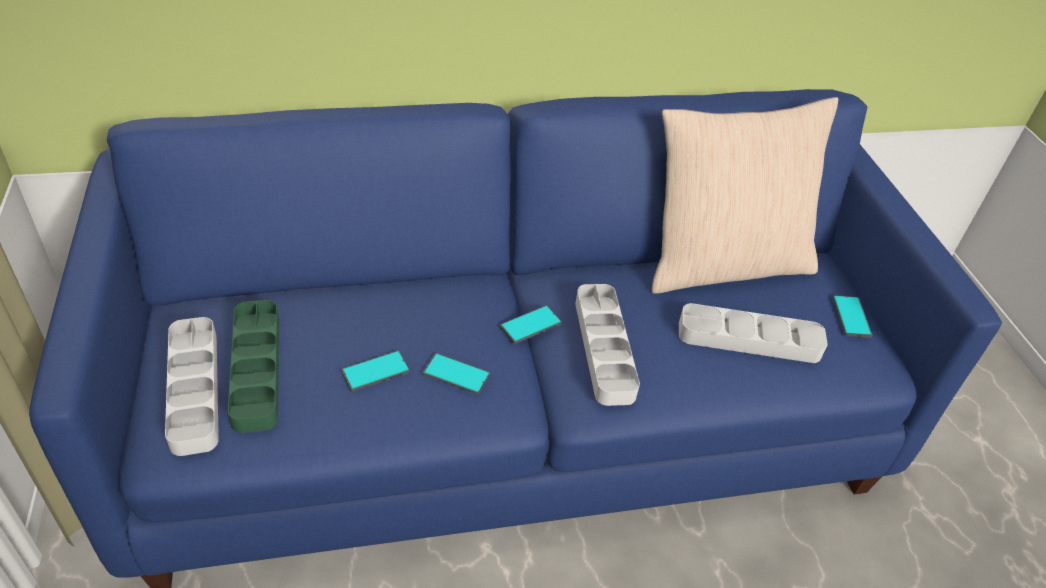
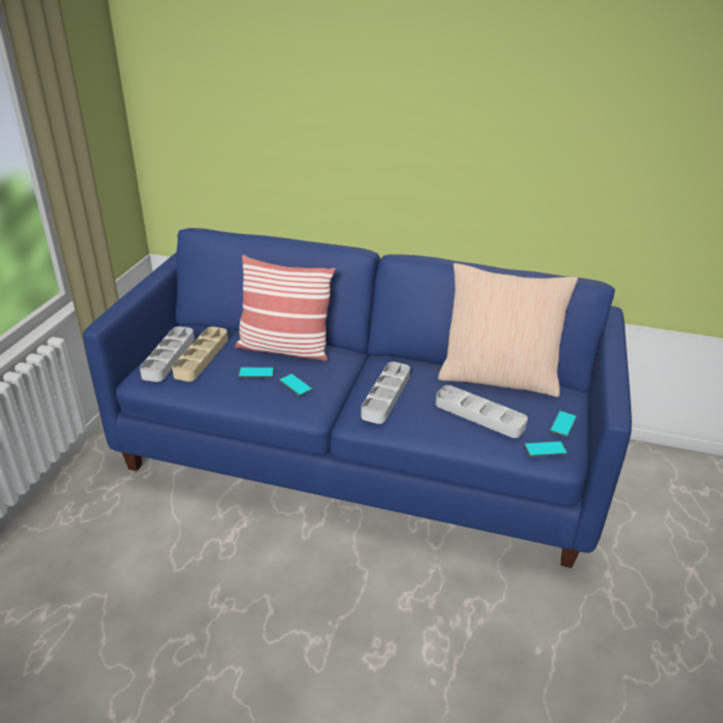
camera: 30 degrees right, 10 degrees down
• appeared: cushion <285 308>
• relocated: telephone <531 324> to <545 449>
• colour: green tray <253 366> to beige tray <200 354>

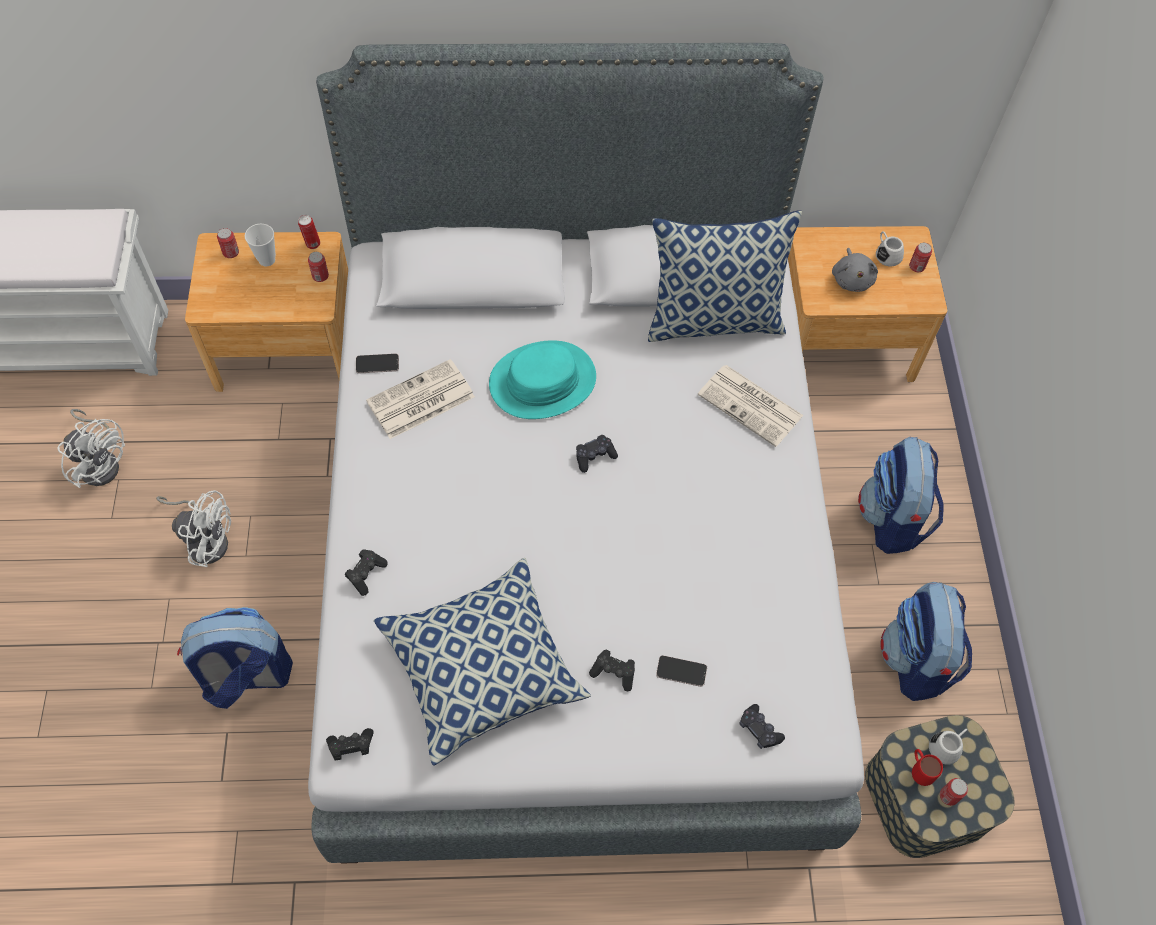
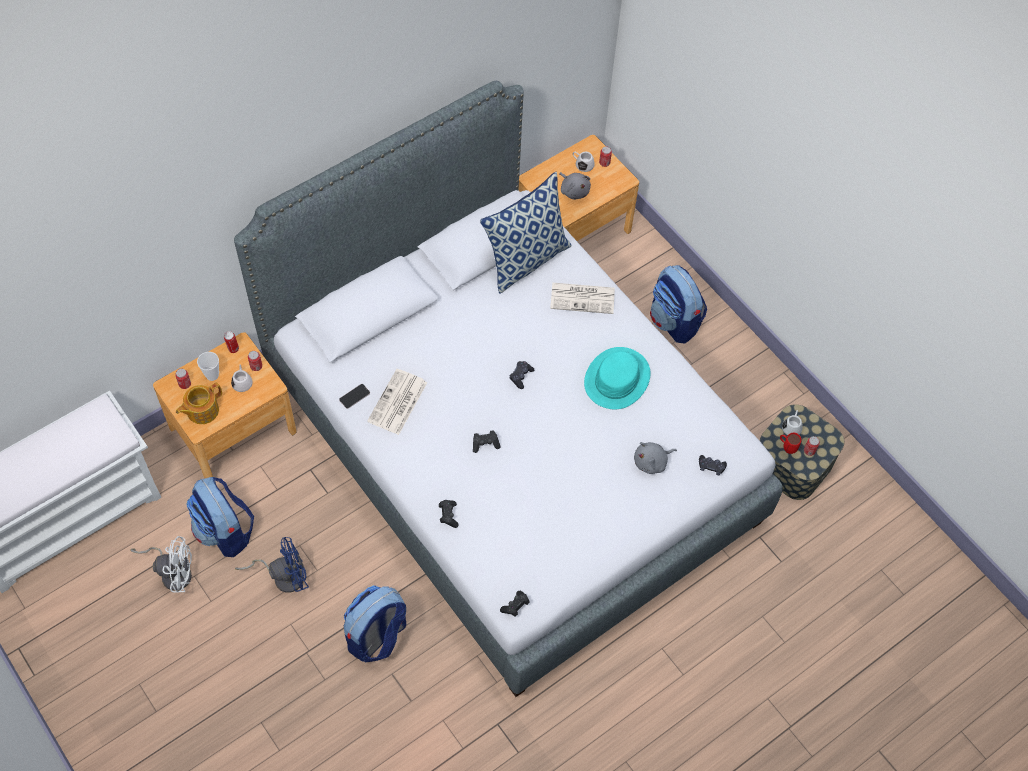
camera: 35 degrees left, 0 degrees up
• missing: cushion <482 662>
• appeared: pot for tea <199 403>
• appeared: white-coloured mug <242 378>
• relocated: blue-green clothing hat <542 379> to <617 378>
• relocated: black game controller <612 670> to <487 442>
• relocated: backpack <926 641> to <220 517>
• exchanged: telephone <681 671> to grey cuddly toy <655 458>
• colour: white-coloured electric fan <193 528> to blue electric fan <272 565>

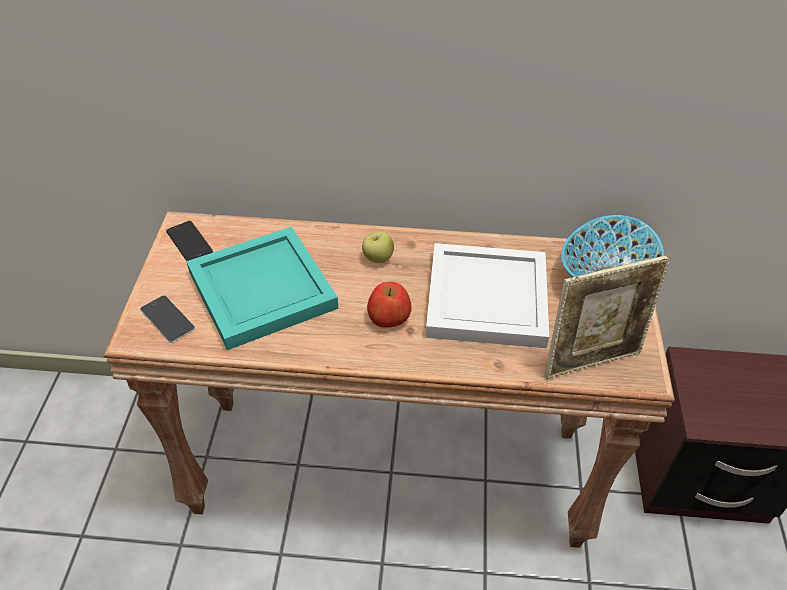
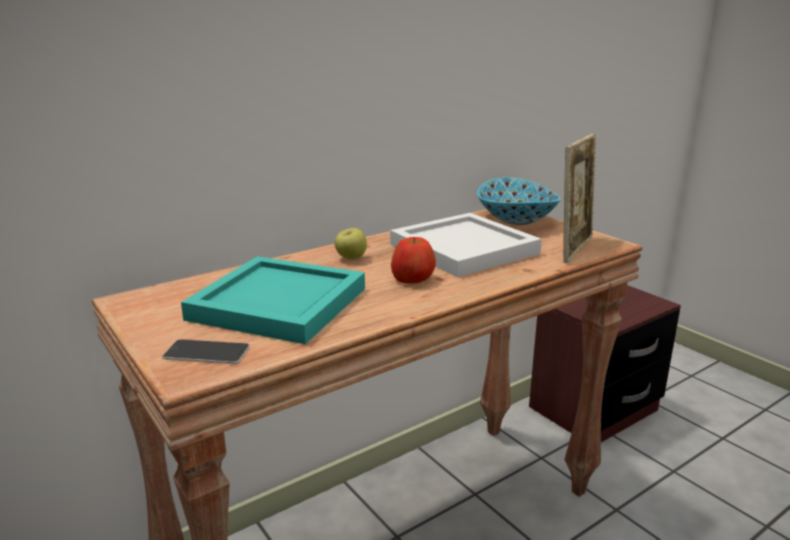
camera: 40 degrees left, 25 degrees down
• missing: telephone <189 241>

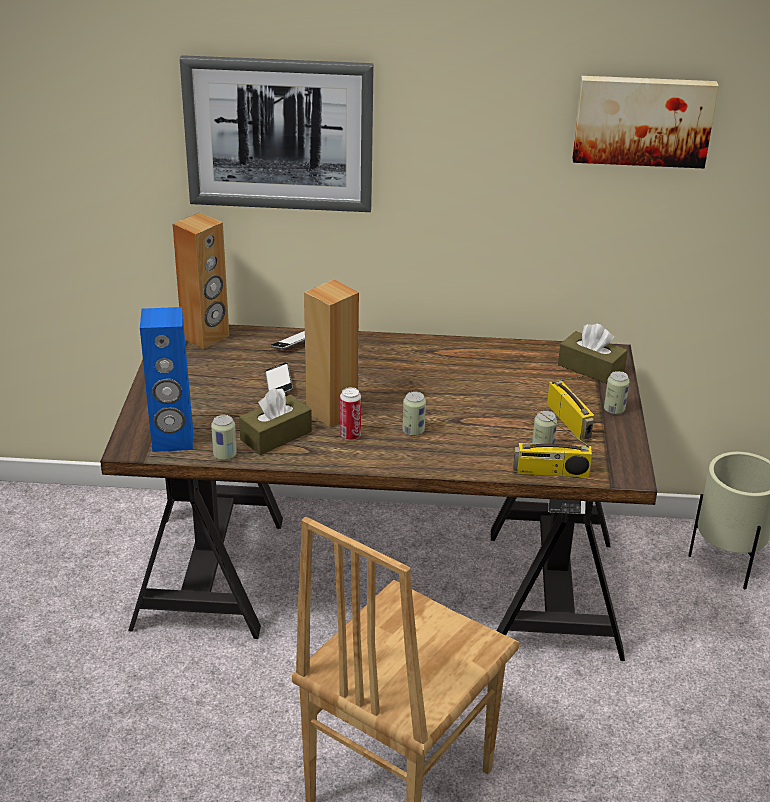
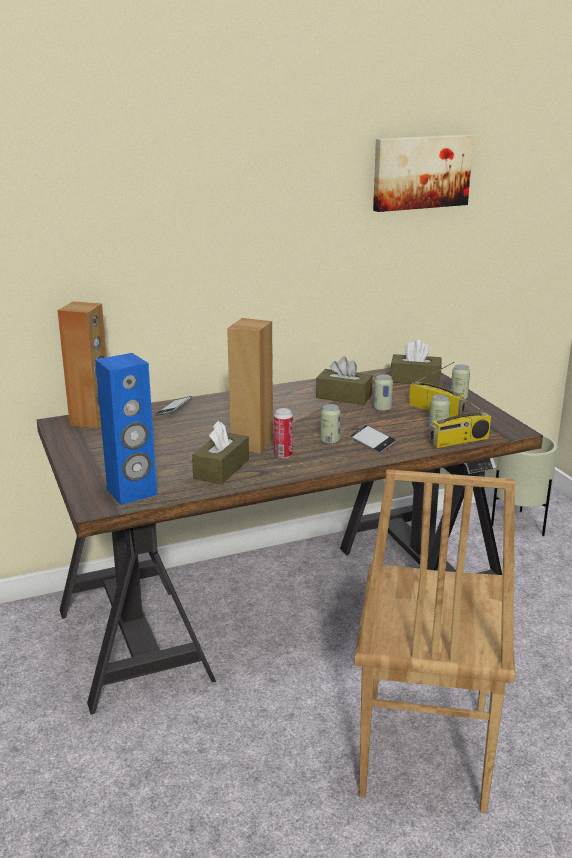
camera: 25 degrees left, 10 degrees down
• missing: wall art <277 133>
• appeared: brown tissue holder <344 380>
• relocated: can <224 437> to <383 393>
• relocated: telephone <279 377> to <373 439>

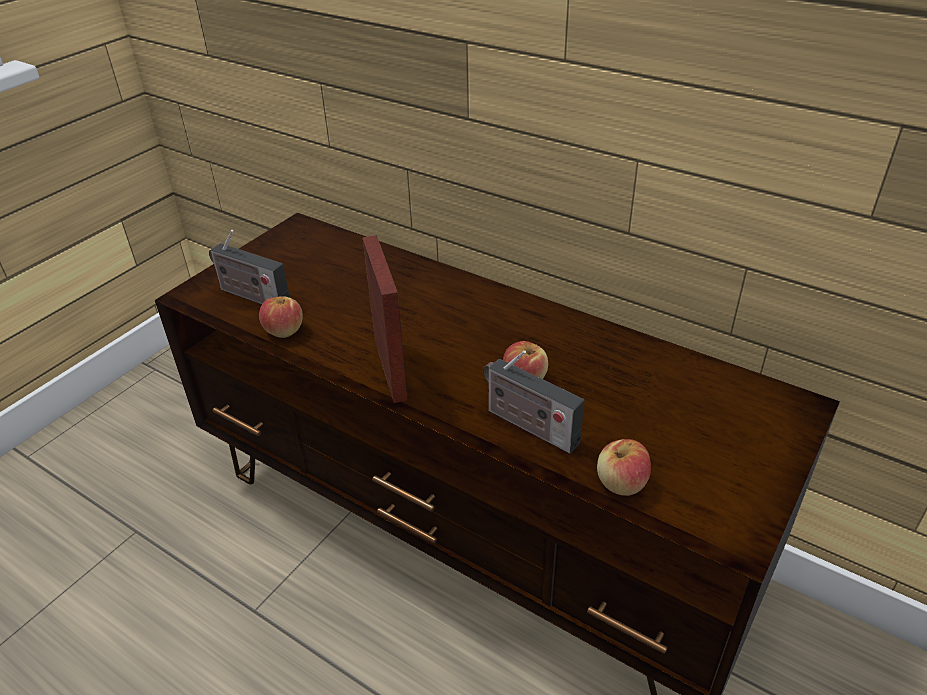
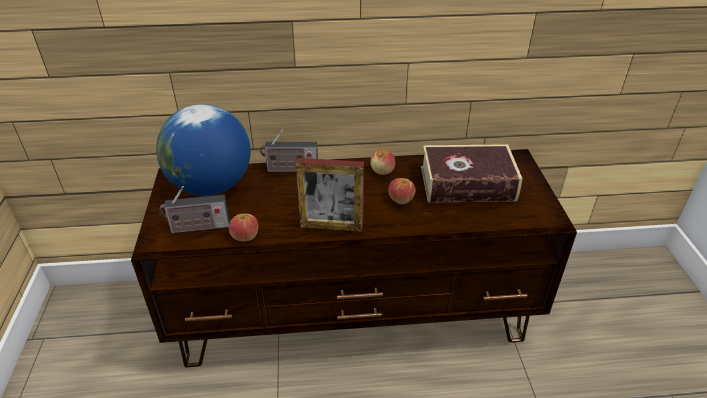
camera: 40 degrees left, 0 degrees up
• appeared: desk globe <203 150>
• appeared: bound book <472 173>
• relocated: radio <533 402> to <289 151>
• relocated: apple <624 467> to <382 162>
• spun: photo frame <385 319> = <329 195> 150 degrees clockwise

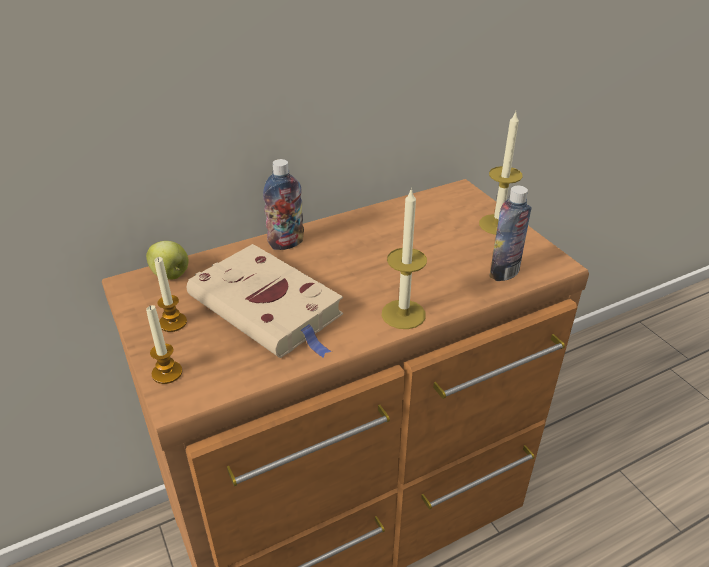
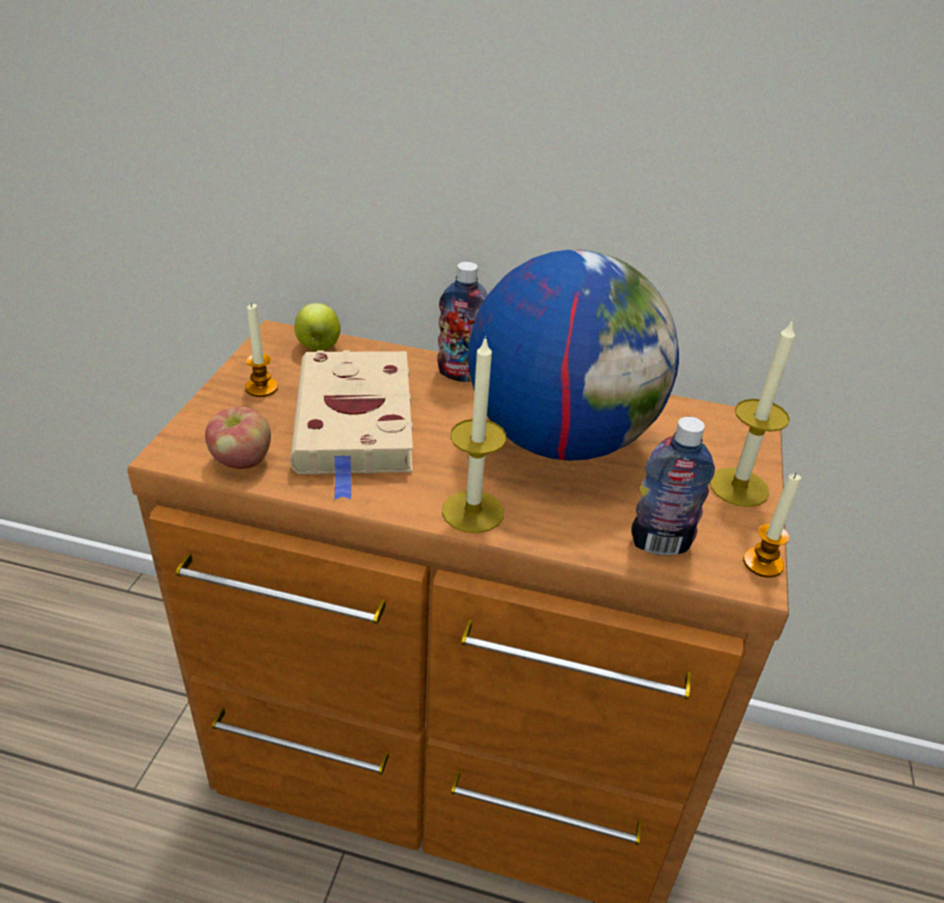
camera: 40 degrees right, 0 degrees up
• appeared: apple <238 437>
• appeared: desk globe <573 355>
• relocated: wax light <164 344> to <772 526>

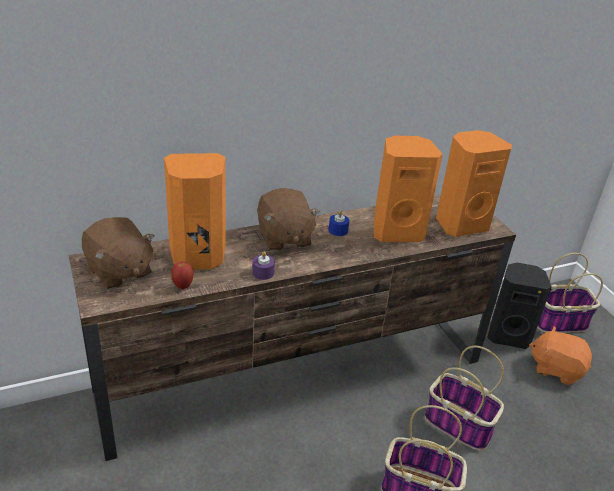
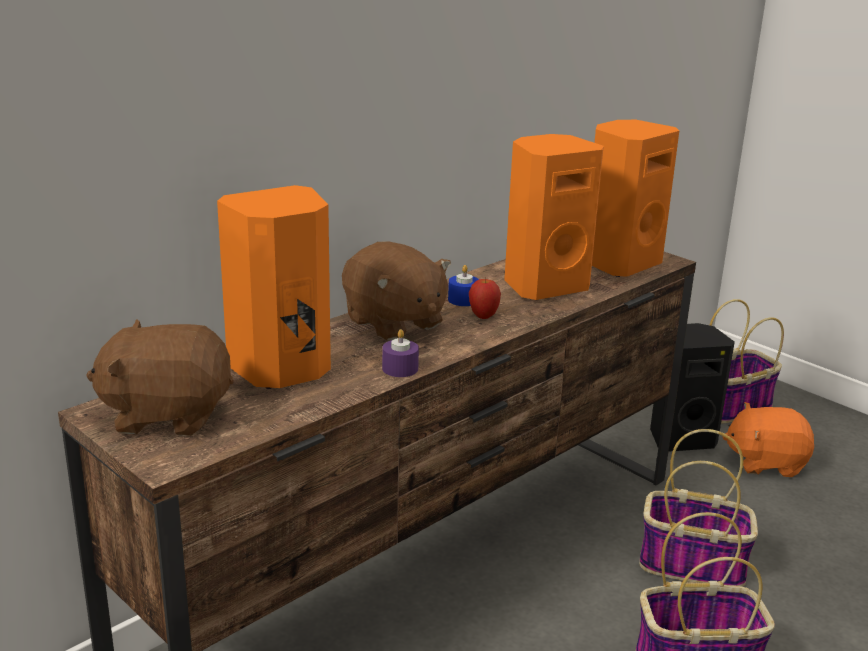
camera: 20 degrees left, 10 degrees down
• relocated: apple <182 275> to <485 298>
• spun: brown cuddly toy <118 253> = <159 377> 150 degrees clockwise

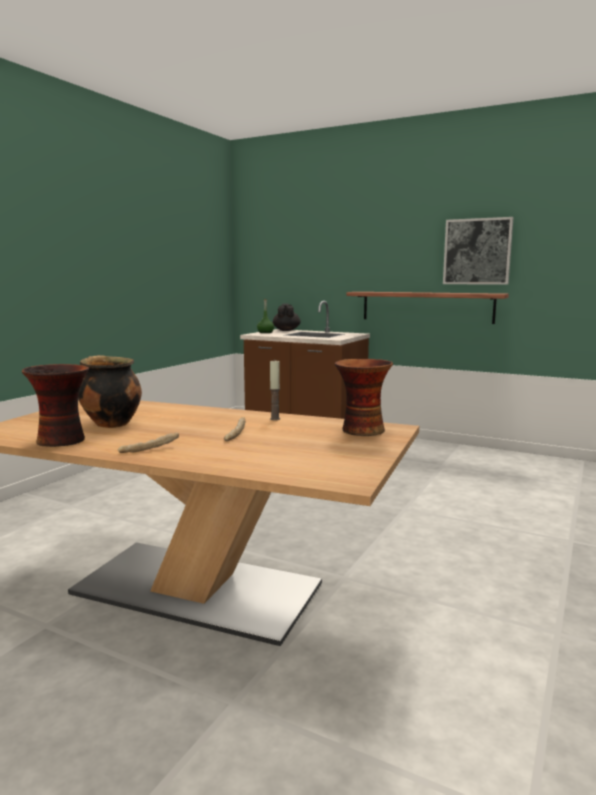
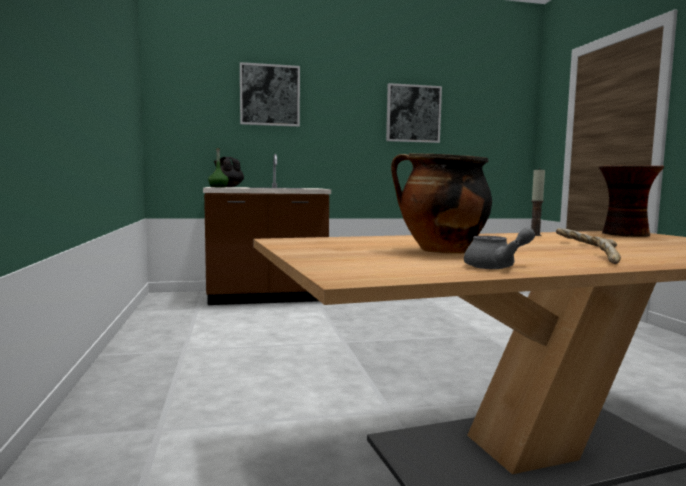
camera: 40 degrees left, 5 degrees down
• missing: bracket shelf <427 308>
• appeared: wall art <270 94>
• exchanged: vase <55 405> to grey pot for tea <499 248>

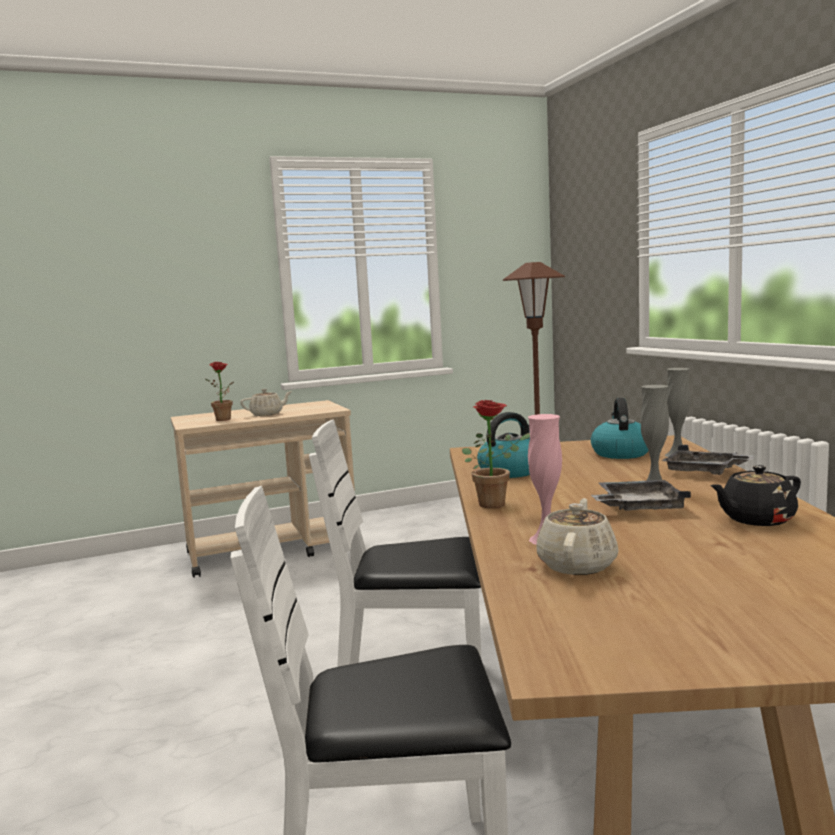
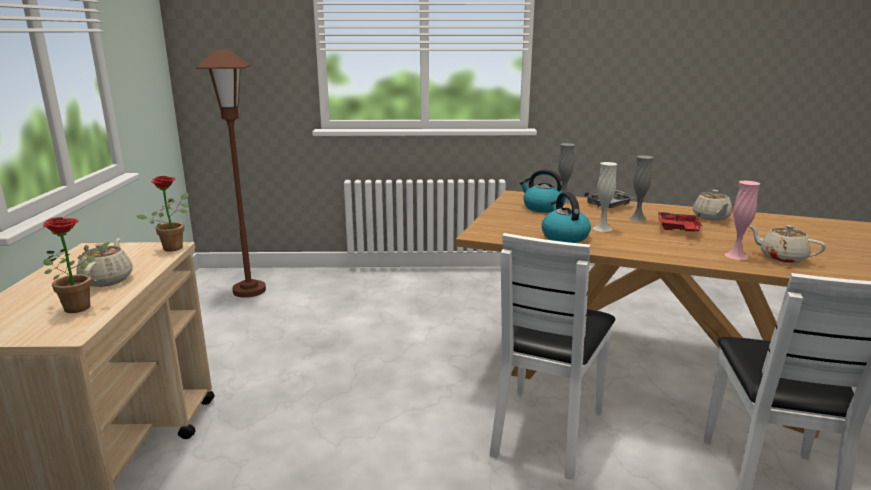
camera: 70 degrees left, 10 degrees up
• appeared: white-coloured vase <605 197>
• relocated: potted plant <496 454> to <163 214>
• colour: grey tray <641 495> to red tray <680 222>
• colour: black pot for tea <755 495> to beige pot for tea <712 205>

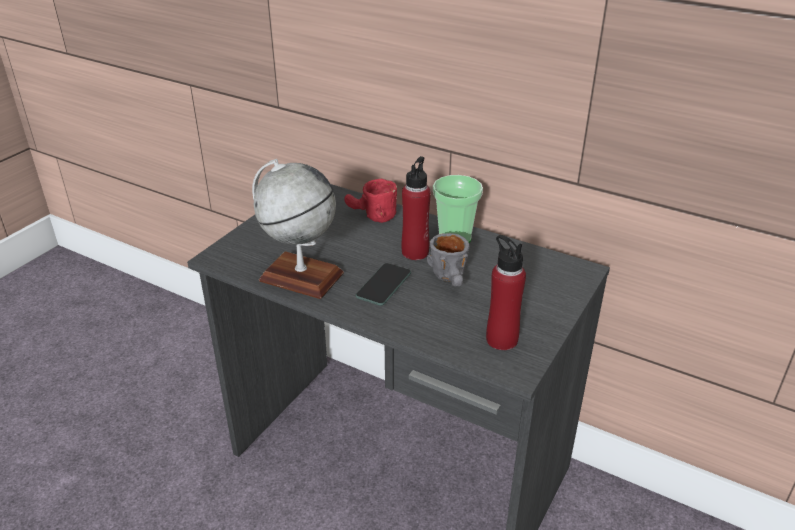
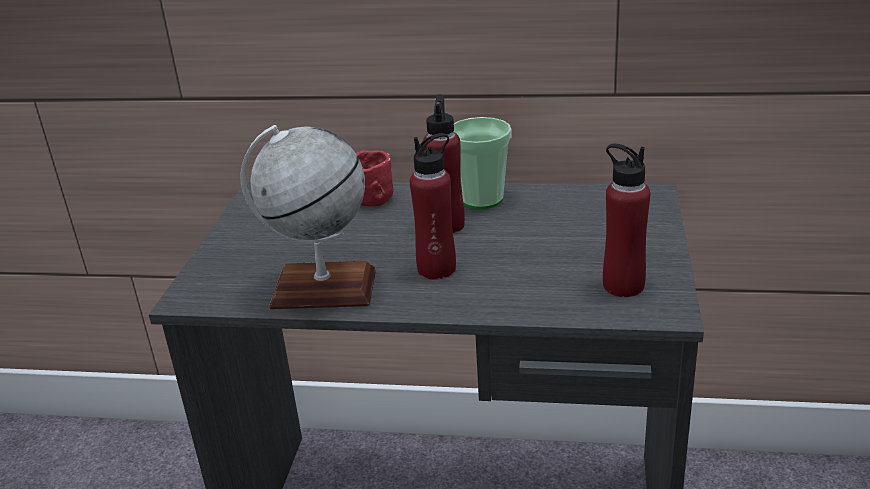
camera: 20 degrees left, 5 degrees down
• missing: grey mug <448 260>
• exchanged: telephone <383 284> to red drink bottle <433 206>

